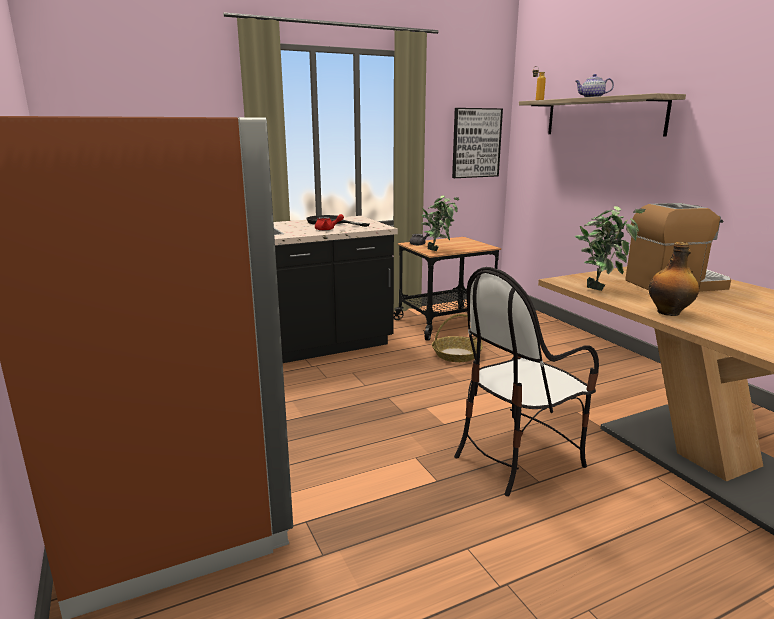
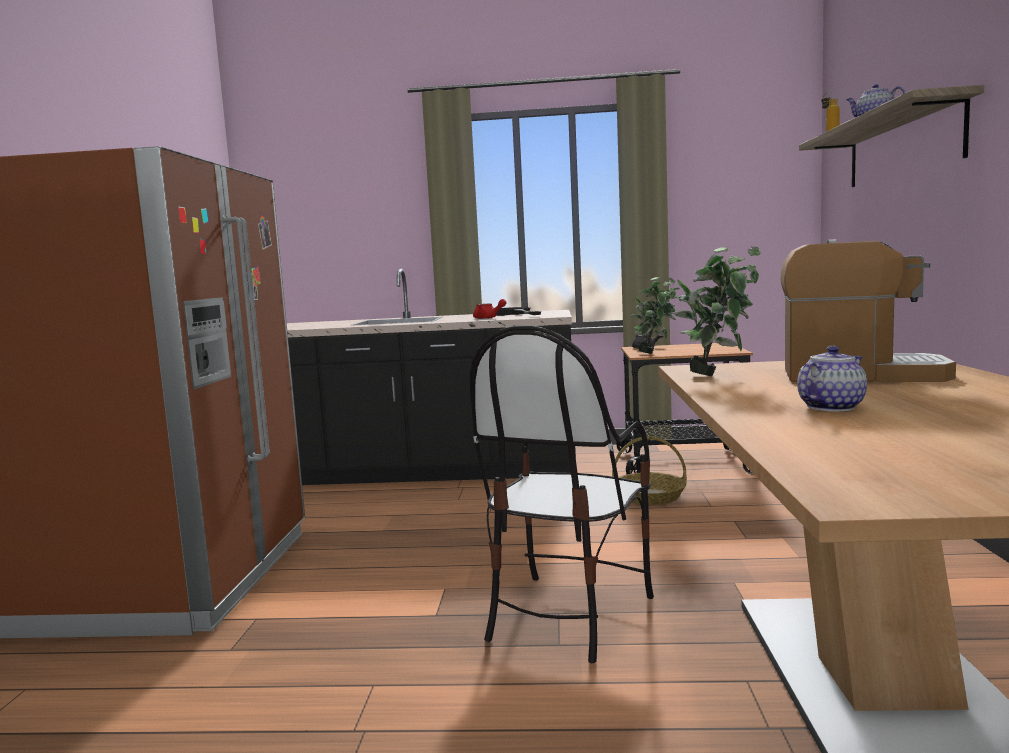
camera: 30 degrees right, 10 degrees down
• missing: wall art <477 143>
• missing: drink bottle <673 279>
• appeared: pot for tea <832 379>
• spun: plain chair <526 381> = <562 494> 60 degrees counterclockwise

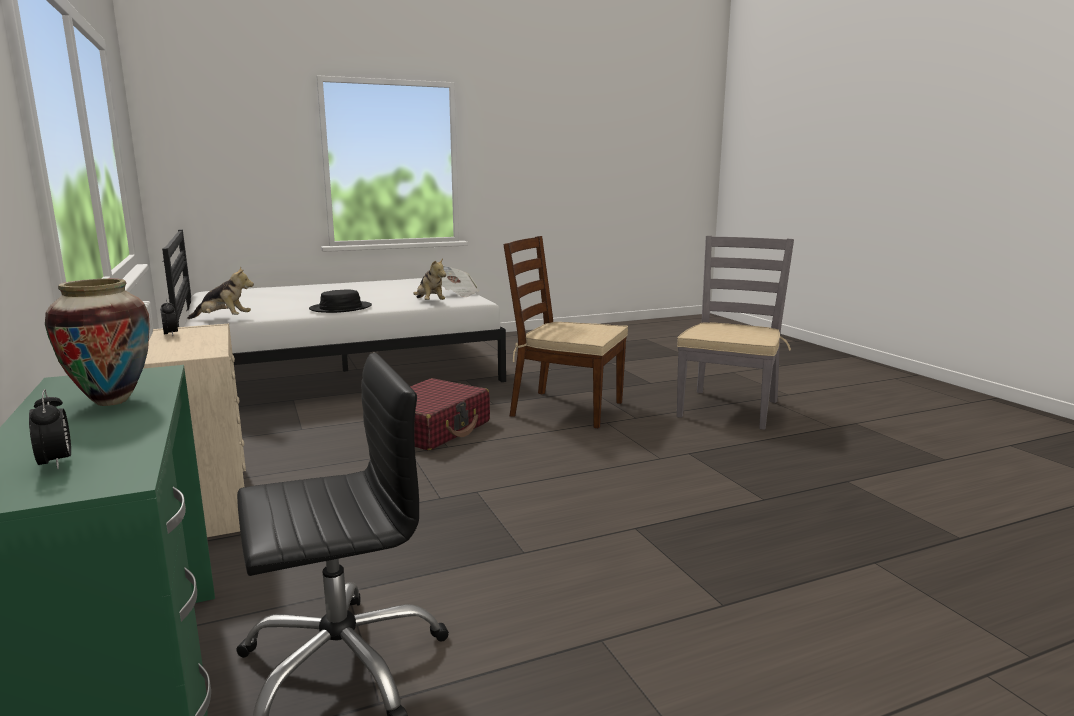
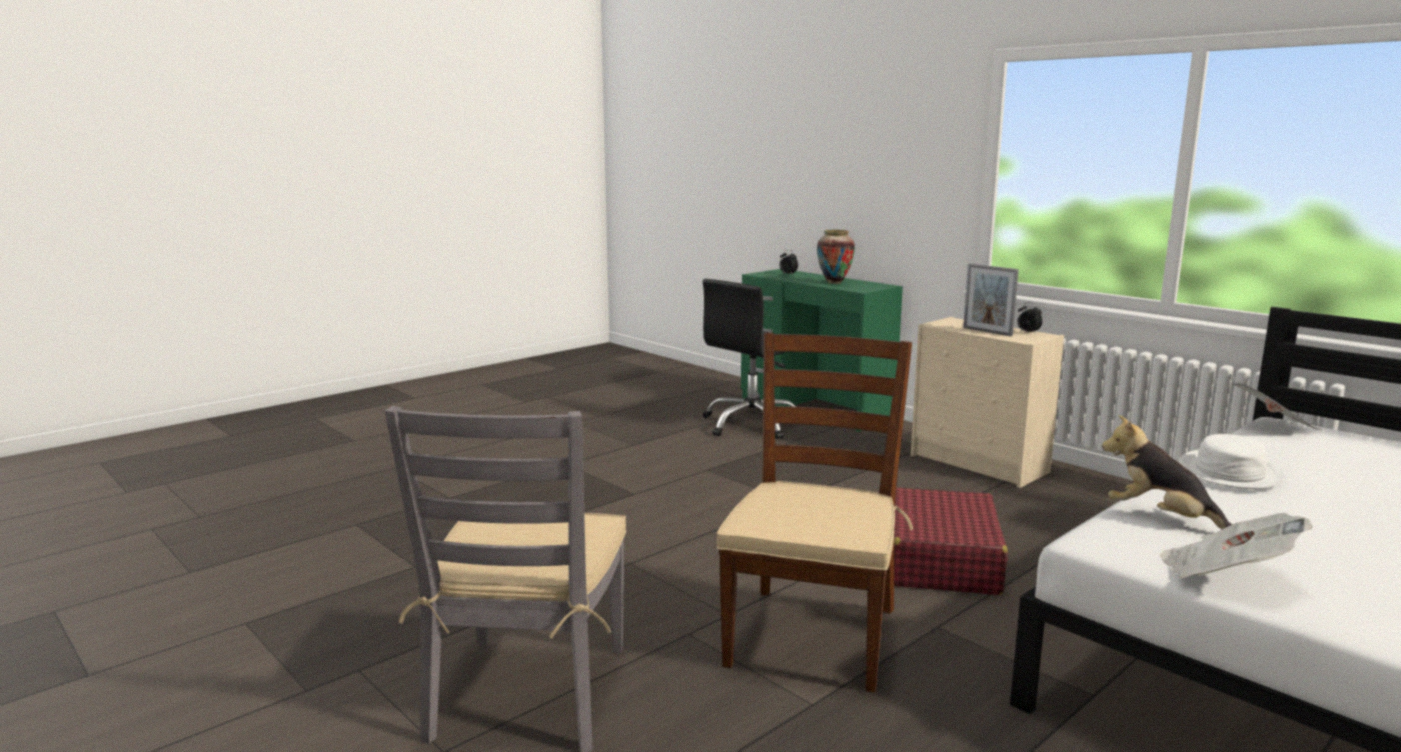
camera: 160 degrees right, 0 degrees up
• appeared: photo frame <991 299>
• exchanged: cuddly toy <220 292> to daily paper <1276 406>
• colour: black clothing hat <340 301> to white-coloured clothing hat <1232 461>
• spun: brown plain chair <565 332> = <815 513> 75 degrees counterclockwise

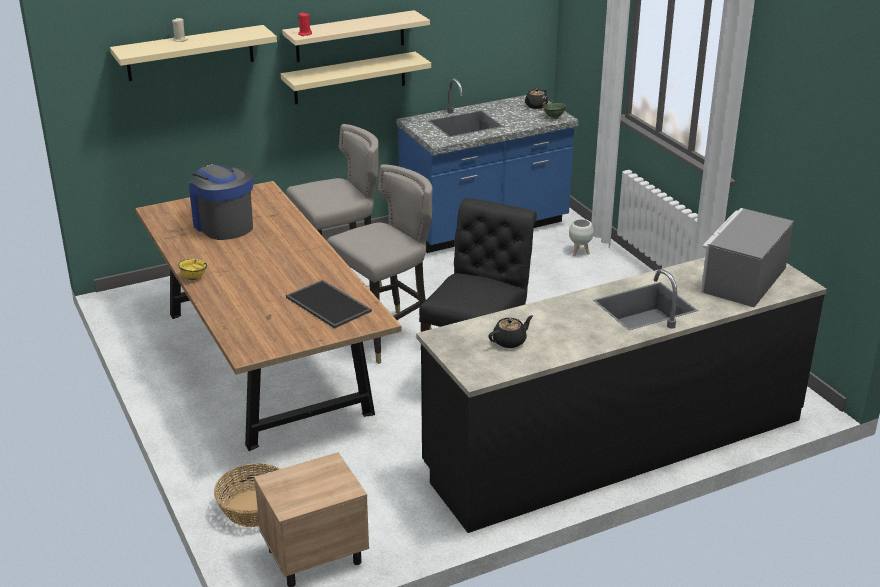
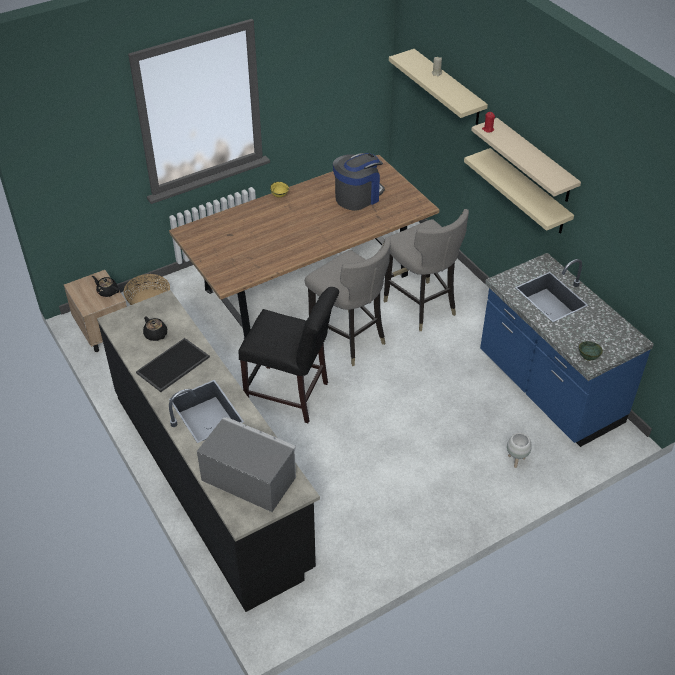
camera: 85 degrees right, 15 degrees up
• relocated: tray <329 304> to <173 365>
• relocated: black pot for tea <536 98> to <105 286>

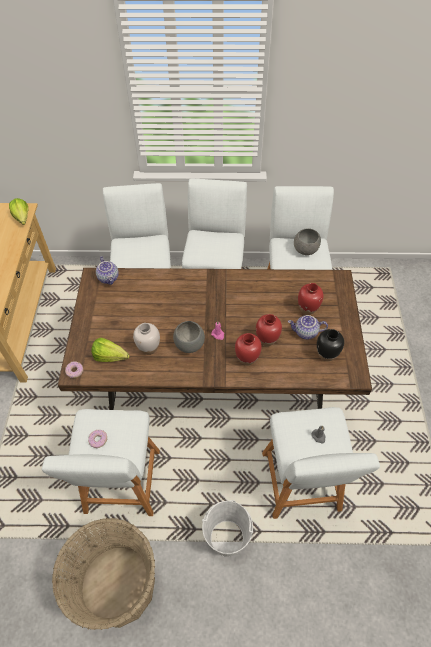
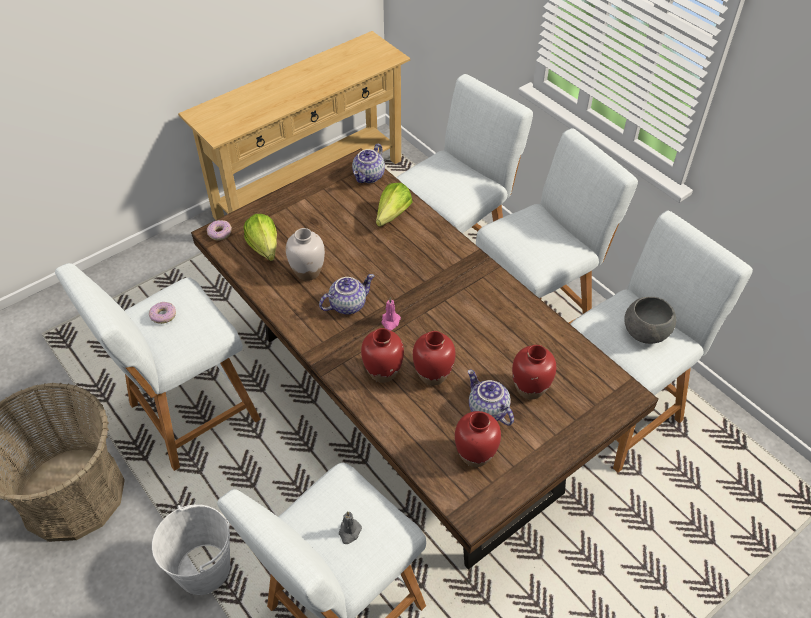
camera: 50 degrees right, 5 degrees down
• relocated: head of lettuce <18 211> to <394 205>
• exchanged: grey serving bowl <189 337> to pot for tea <347 294>
• colour: black vase <330 345> to red vase <478 439>

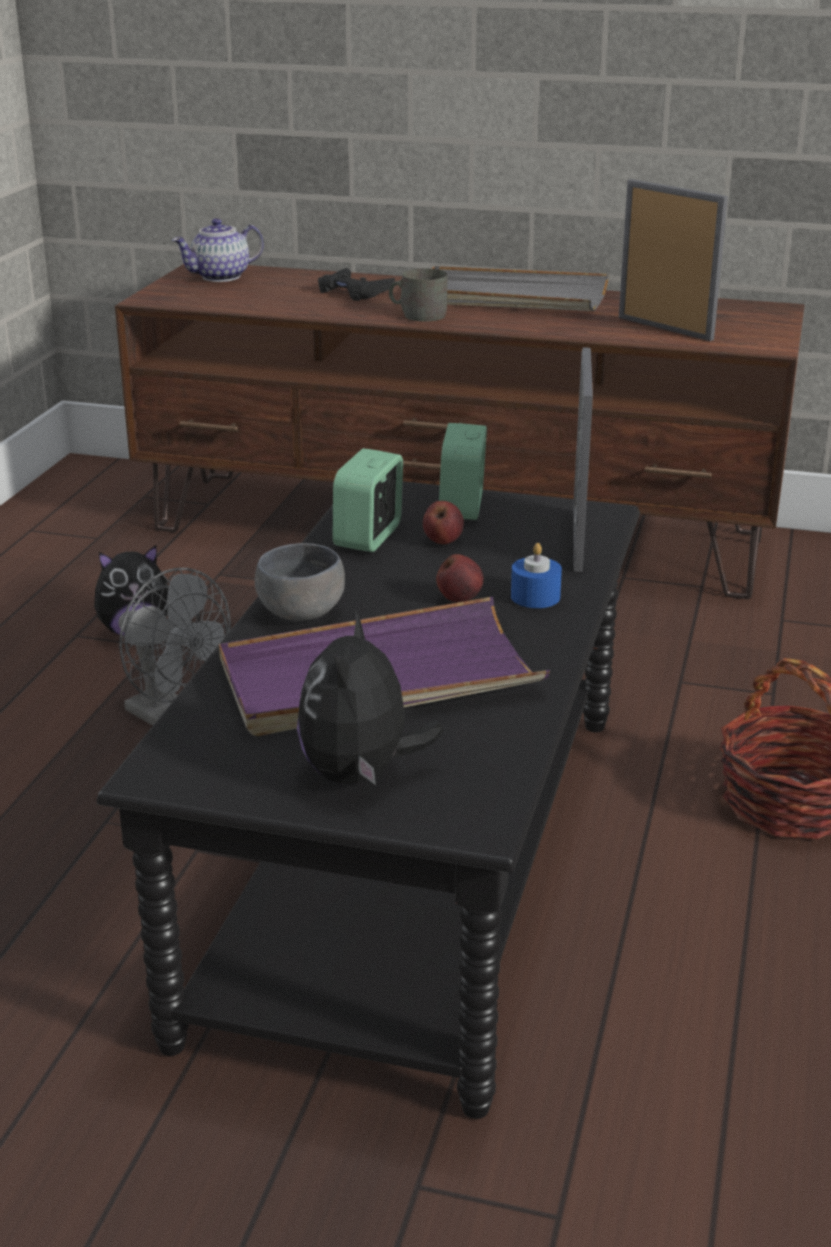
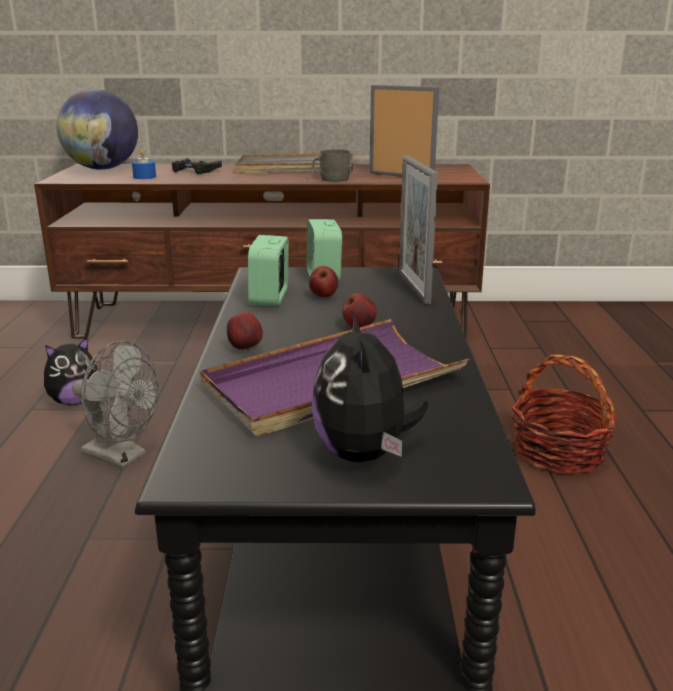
camera: 15 degrees left, 5 degrees down
• relocated: grey mug <418 295> to <331 166>
• relocated: blue wax light <536 575> to <144 164>
• exchanged: pot for tea <218 250> to desk globe <97 129>
• exchanged: grey serving bowl <300 582> to apple <245 331>

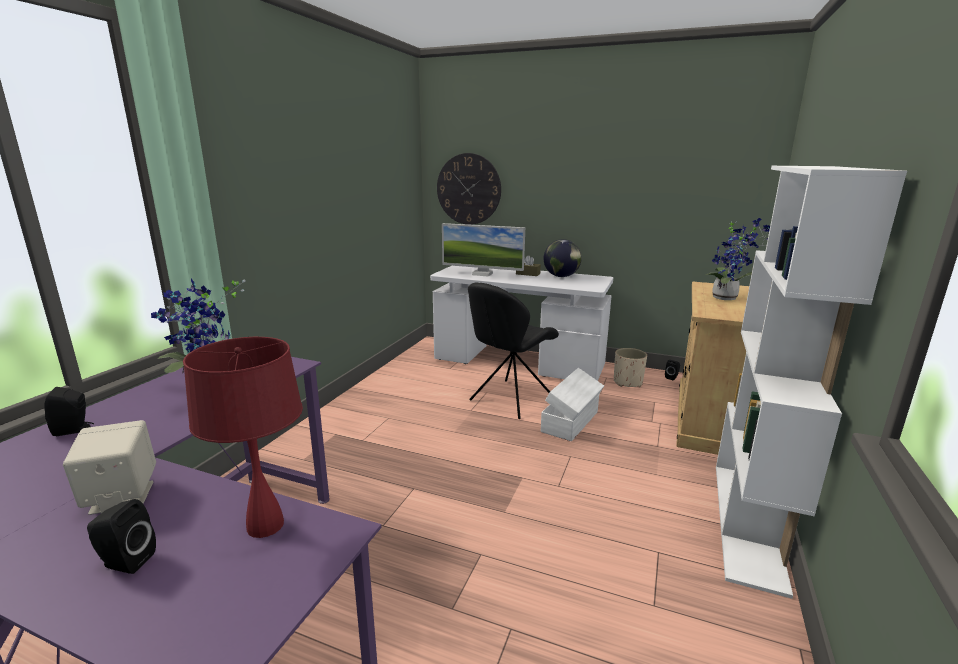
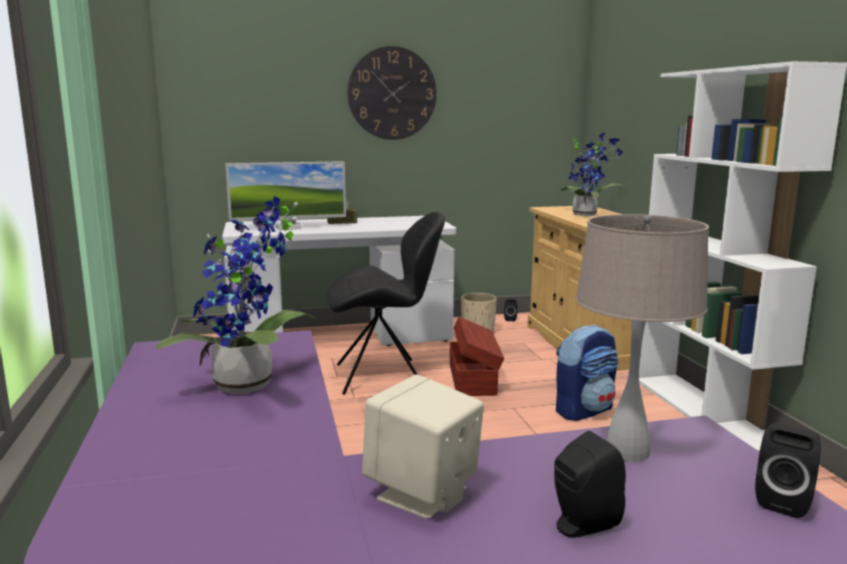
camera: 35 degrees left, 5 degrees down
• missing: desk globe <563 258>
• appeared: backpack <587 373>
• relocated: black loudspeaker <69 411> to <788 470>
• relocated: hanging clock <469 189> to <392 93>
• colour: red lamp for a table <243 437> to beige lamp for a table <642 338>
• colour: white-coloured storage bin <572 404> to brown storage bin <477 356>
• spun: black plain chair <513 350> = <386 303> 105 degrees counterclockwise

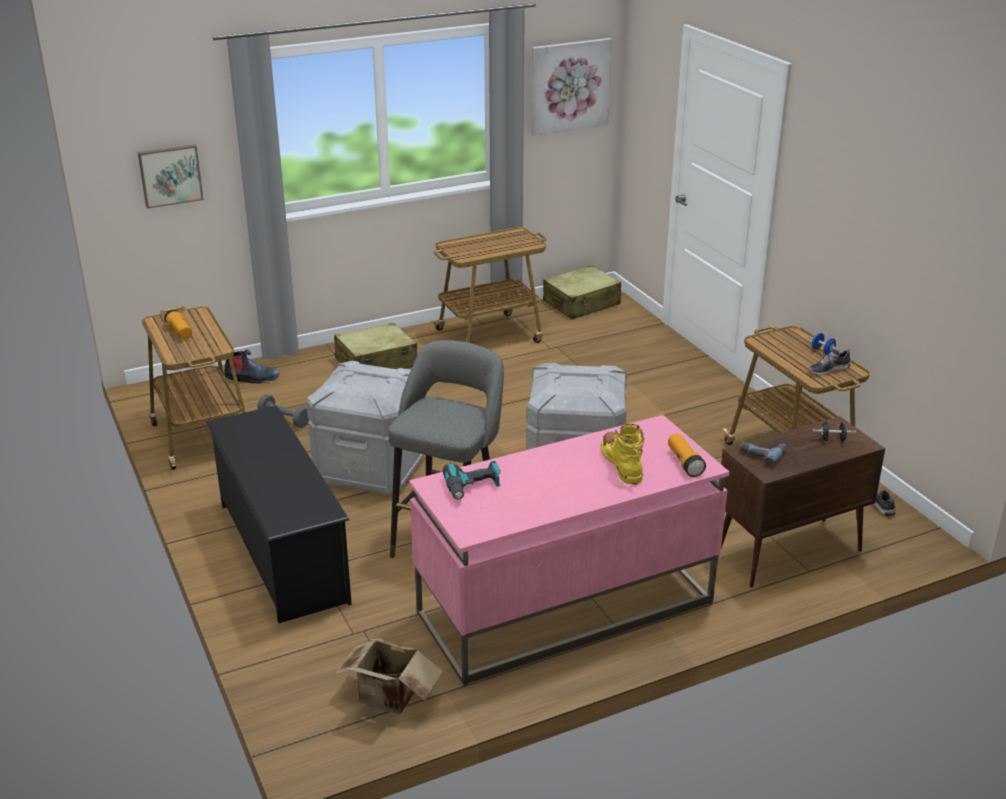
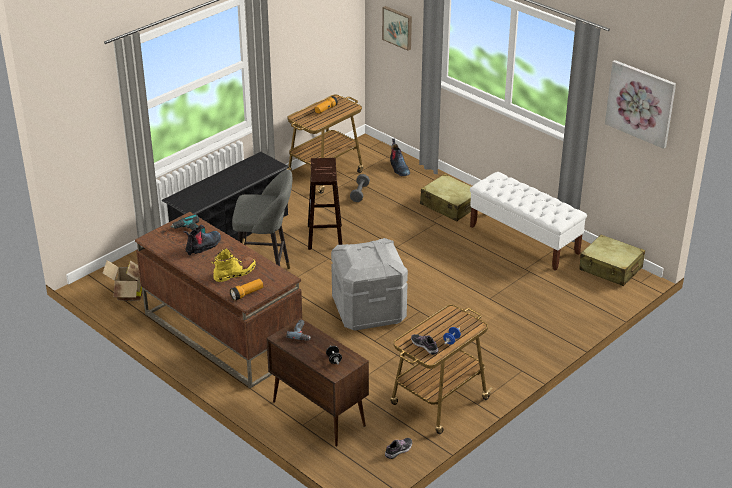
camera: 70 degrees right, 5 degrees up
• appeared: tall boot <202 240>
• exchanged: grey storage bin <366 428> to brown stool <325 204>
• exchanged: wheeled cart <488 285> to white-coloured long seat <528 221>
• colour: pink-coloured desk <569 550> to brown desk <218 300>

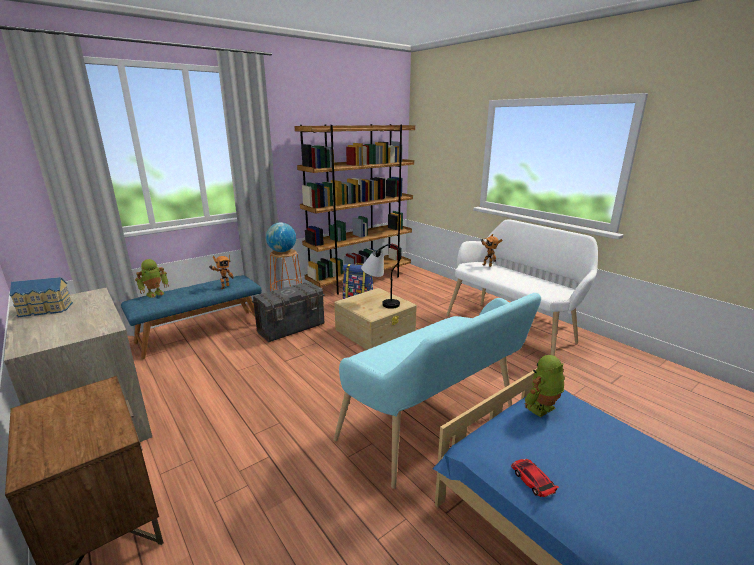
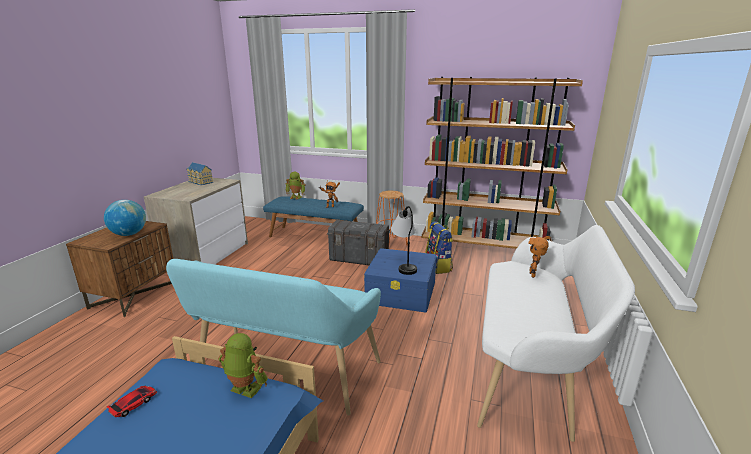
camera: 55 degrees right, 0 degrees up
• relocated: desk globe <281 237> to <125 218>
• colour: beige storage bin <375 319> to blue storage bin <400 280>

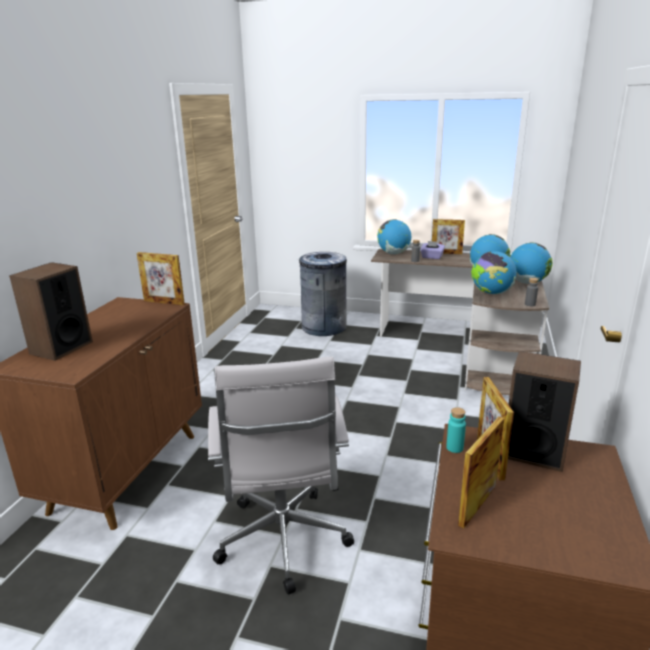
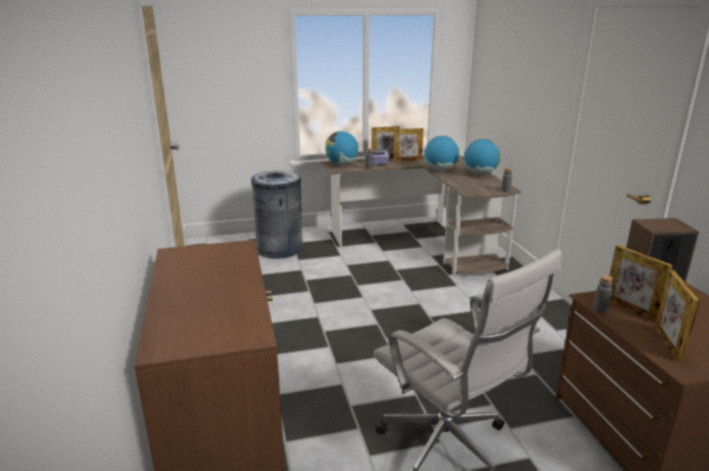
camera: 30 degrees left, 0 degrees up
• missing: loudspeaker <51 311>
• missing: desk globe <493 272>
• relocated: photo frame <161 278> to <409 145>
• colour: blue-green drink bottle <456 430> to grey drink bottle <603 294>

